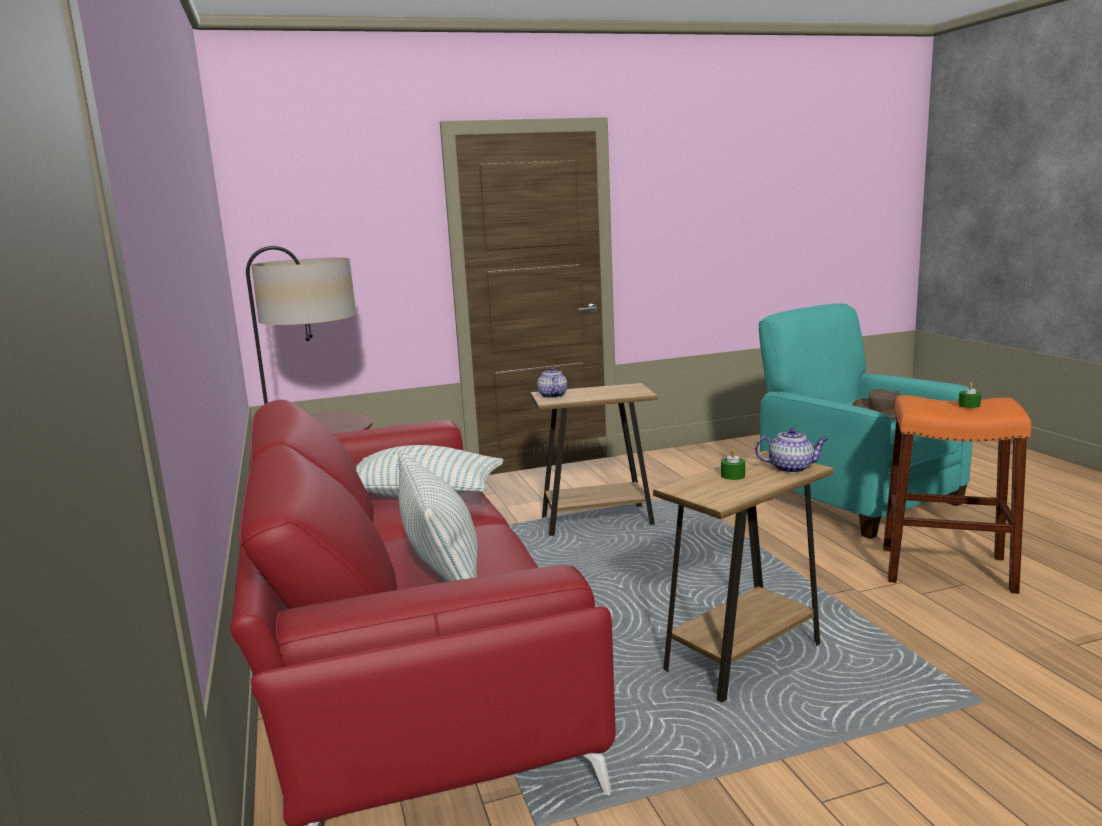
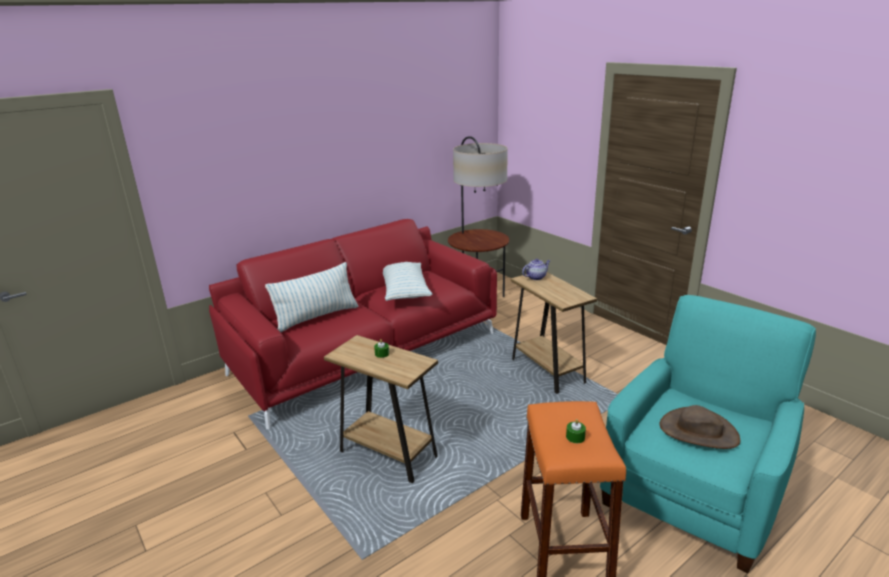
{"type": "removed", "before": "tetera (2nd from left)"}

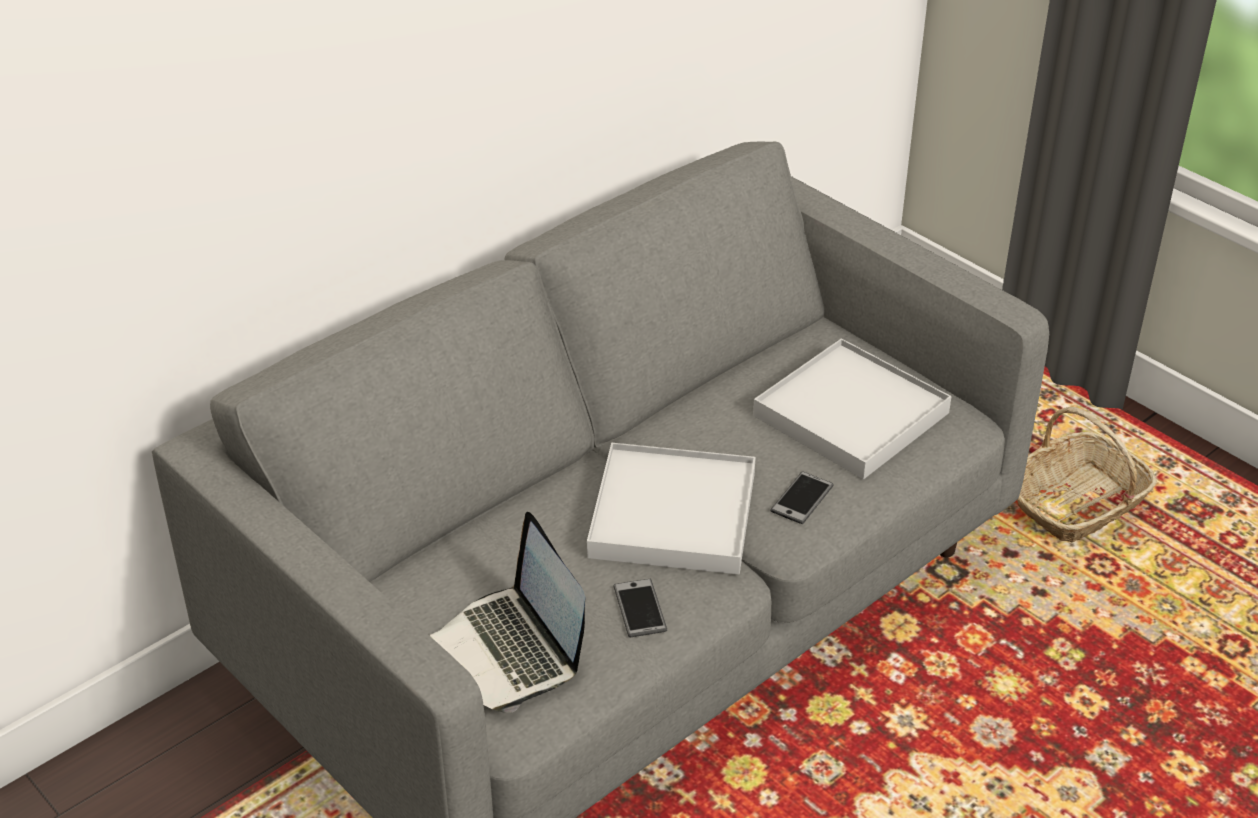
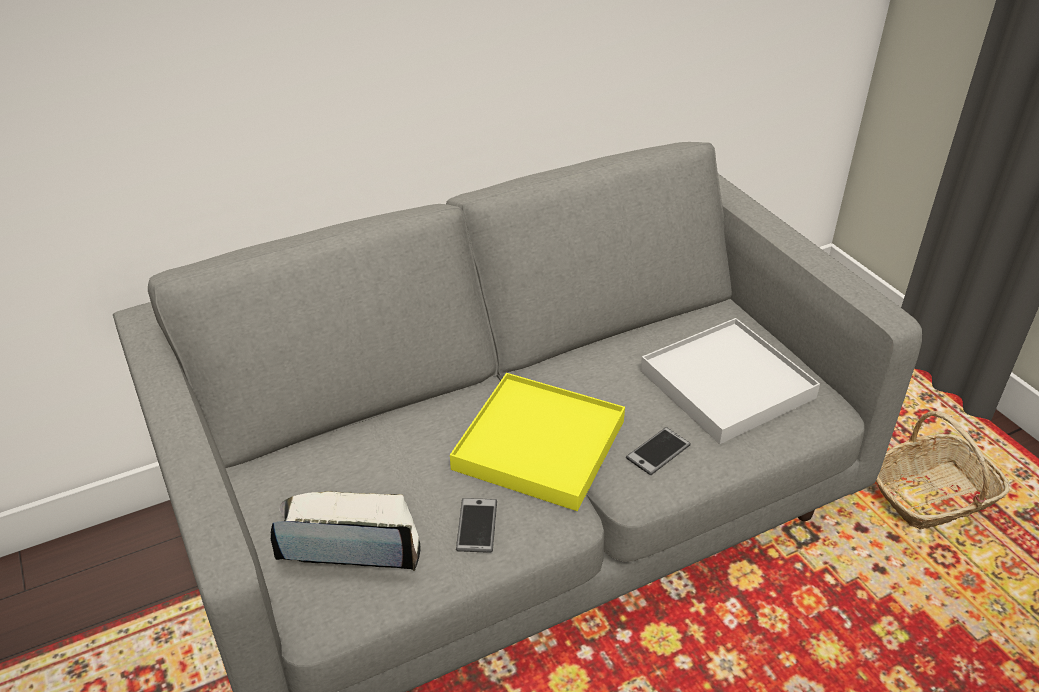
{"type": "recoloured", "before": "bandeja/blanco (1st from left)", "after": "bandeja/amarillo"}
{"type": "turned", "before": "portátil", "turn": 105}

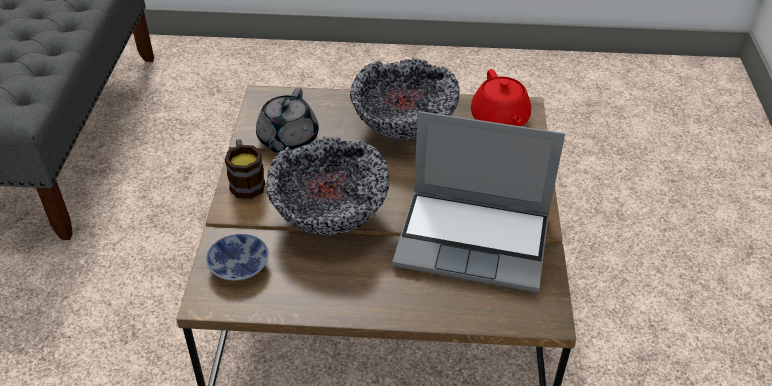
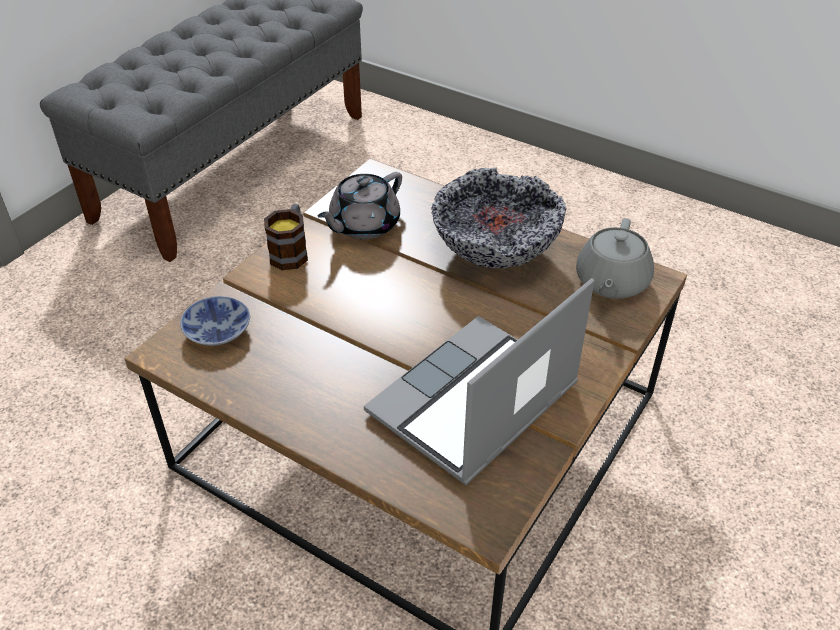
{"type": "removed", "before": "cuenco (2nd from left)"}
{"type": "recoloured", "before": "tetera/rojo", "after": "tetera/gris (2nd from left)"}
{"type": "turned", "before": "portátil", "turn": 90}

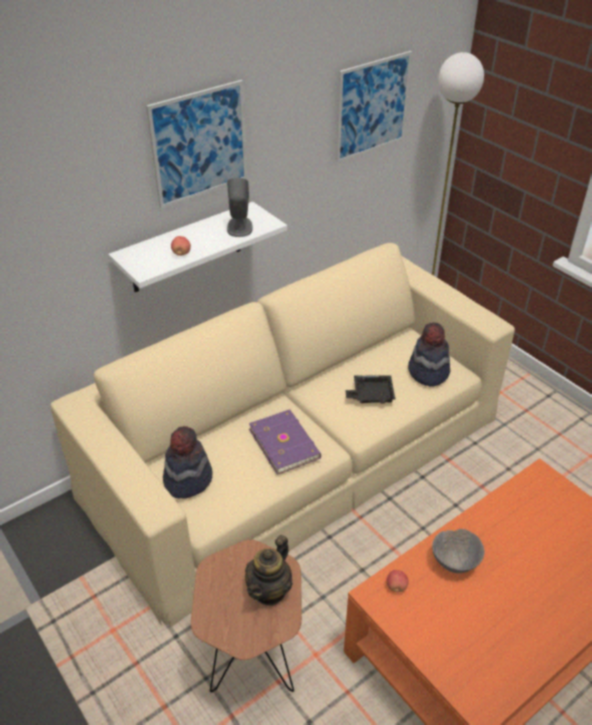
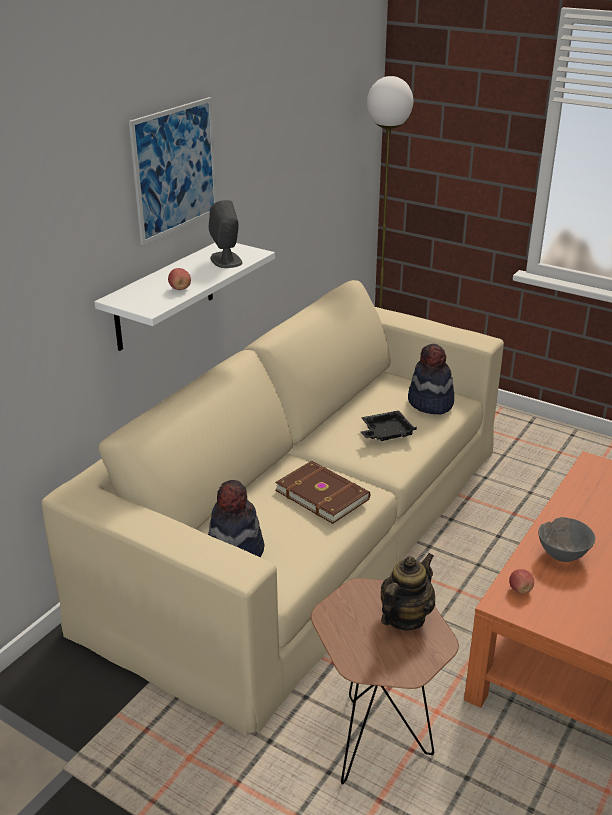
{"type": "removed", "before": "cuadro (2nd from left)"}
{"type": "recoloured", "before": "libro/morado", "after": "libro/marrón"}
{"type": "turned", "before": "tetera", "turn": -150}

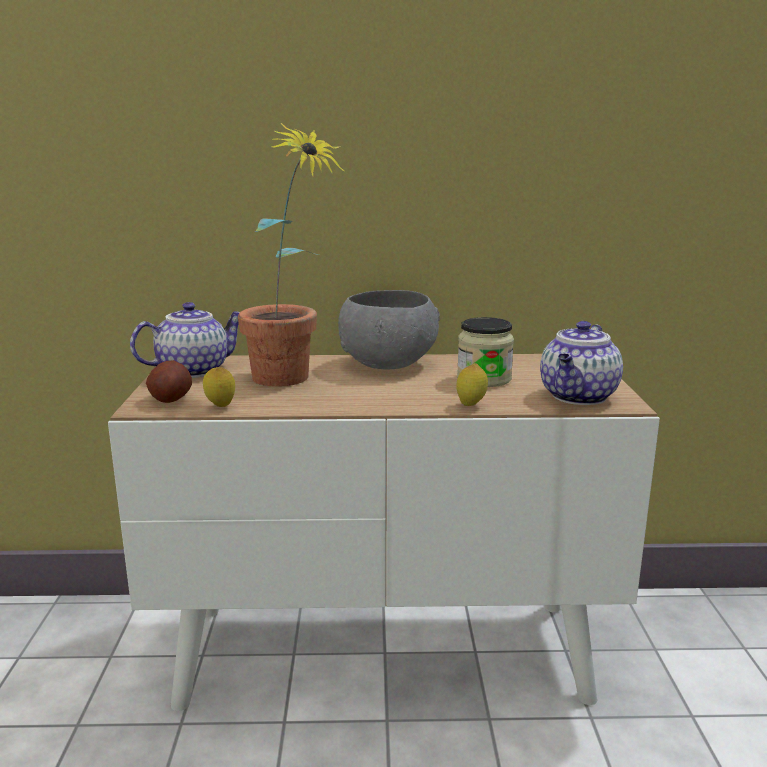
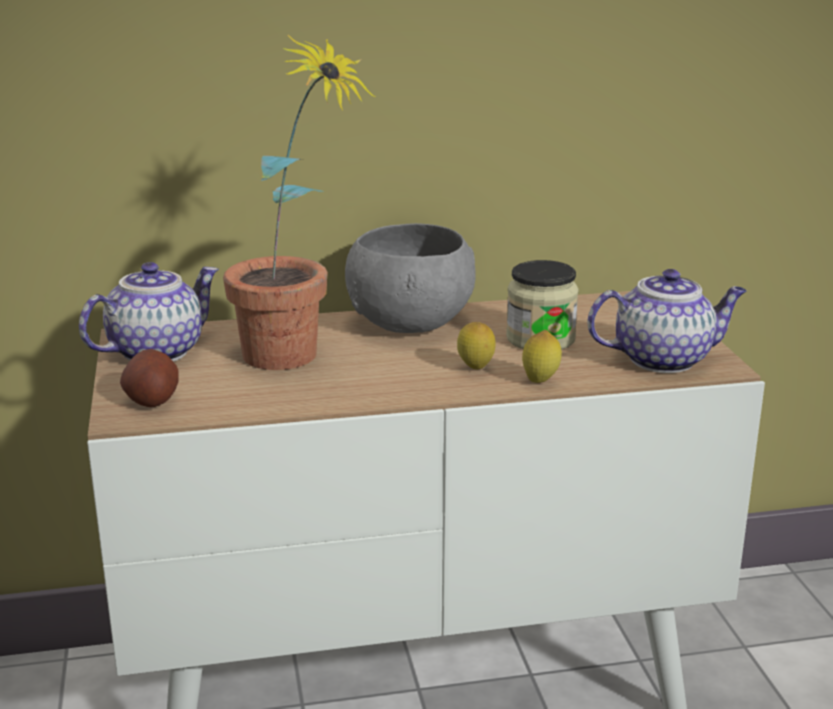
{"type": "moved", "before": "limón (1st from left)"}
{"type": "turned", "before": "tetera (2nd from left)", "turn": -120}

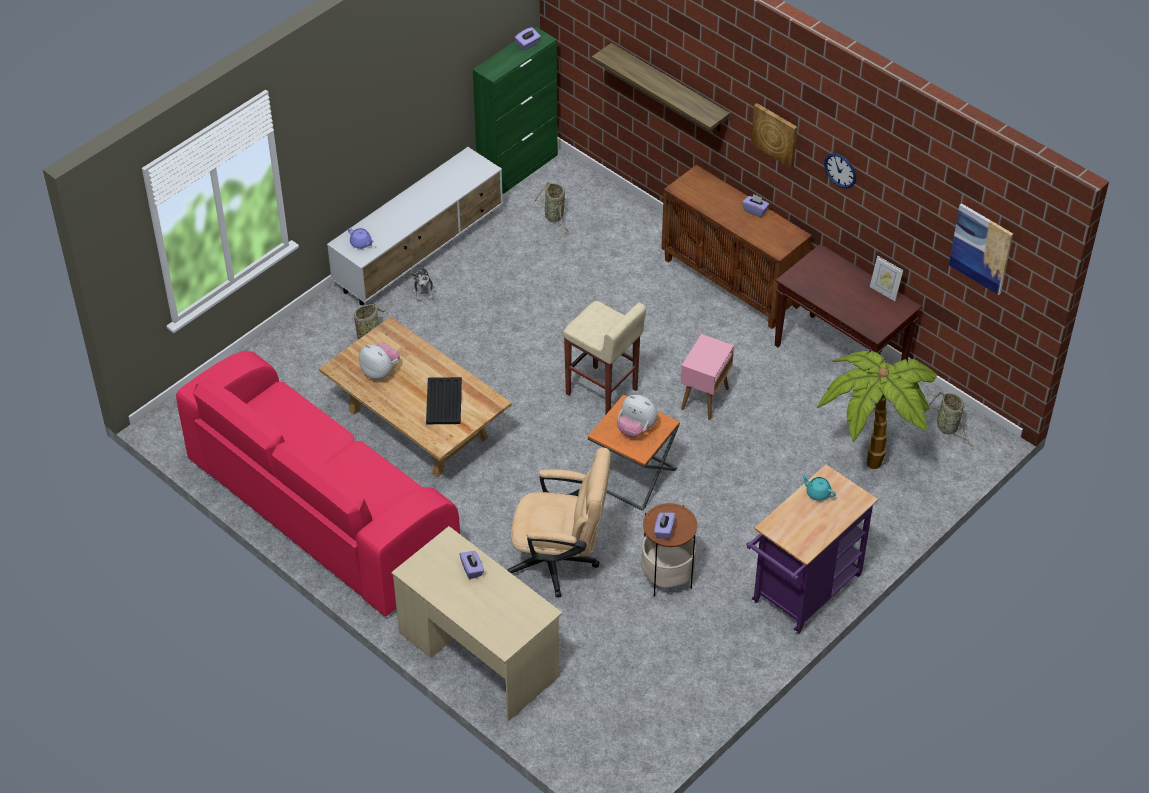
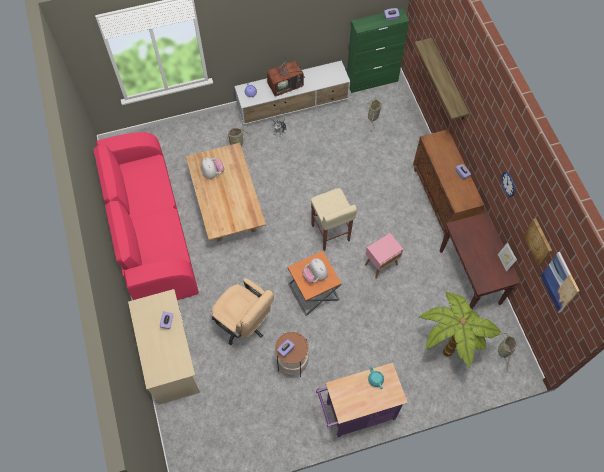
{"type": "removed", "before": "bandeja/negro"}
{"type": "added", "after": "televisor"}
{"type": "moved", "before": "cuadro (1st from left)"}

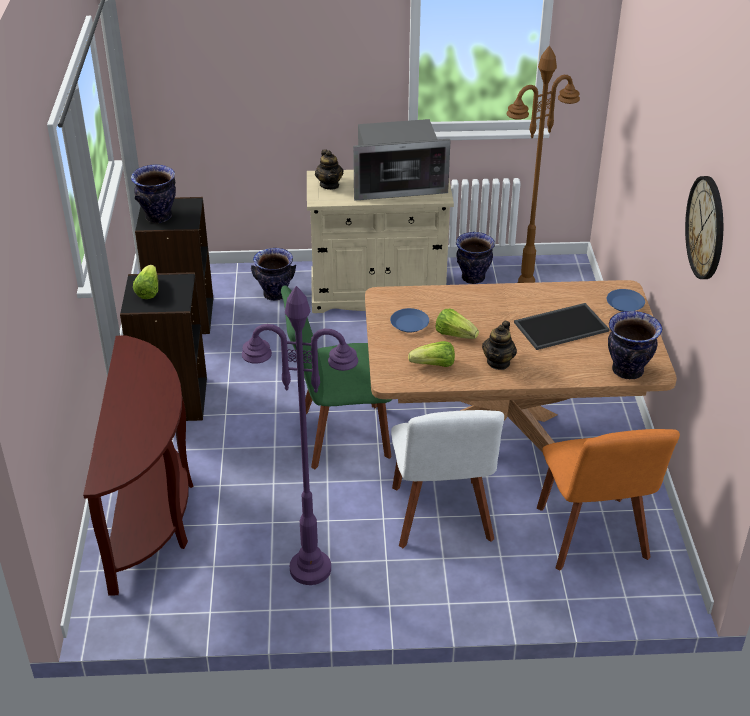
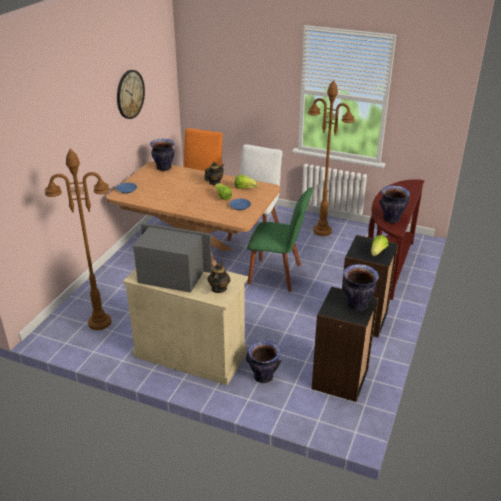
{"type": "removed", "before": "bandeja"}
{"type": "moved", "before": "florero (3rd from left in the first image)", "after": "florero (4th from left)"}
{"type": "recoloured", "before": "lámpara de pie/morado", "after": "lámpara de pie/marrón (2nd from left)"}

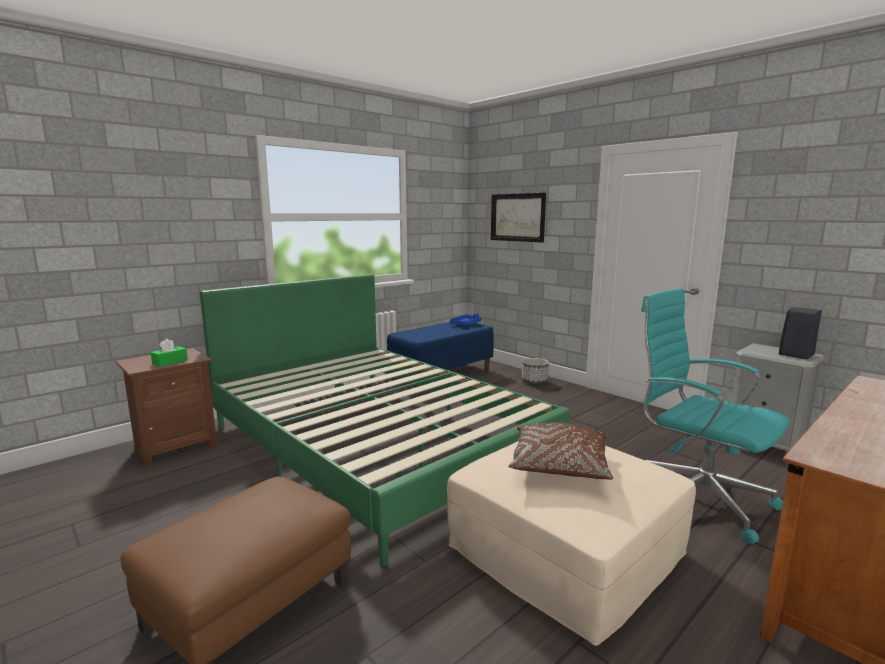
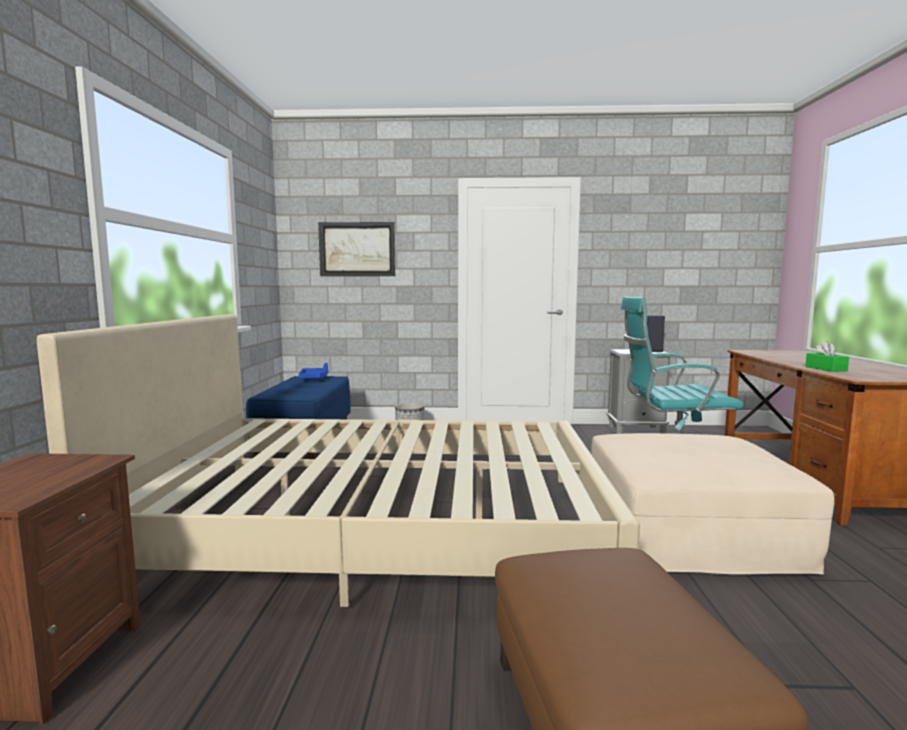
{"type": "removed", "before": "cojín/marrón"}
{"type": "moved", "before": "caja de pañuelos/verde"}
{"type": "recoloured", "before": "cama/verde", "after": "cama/beis"}

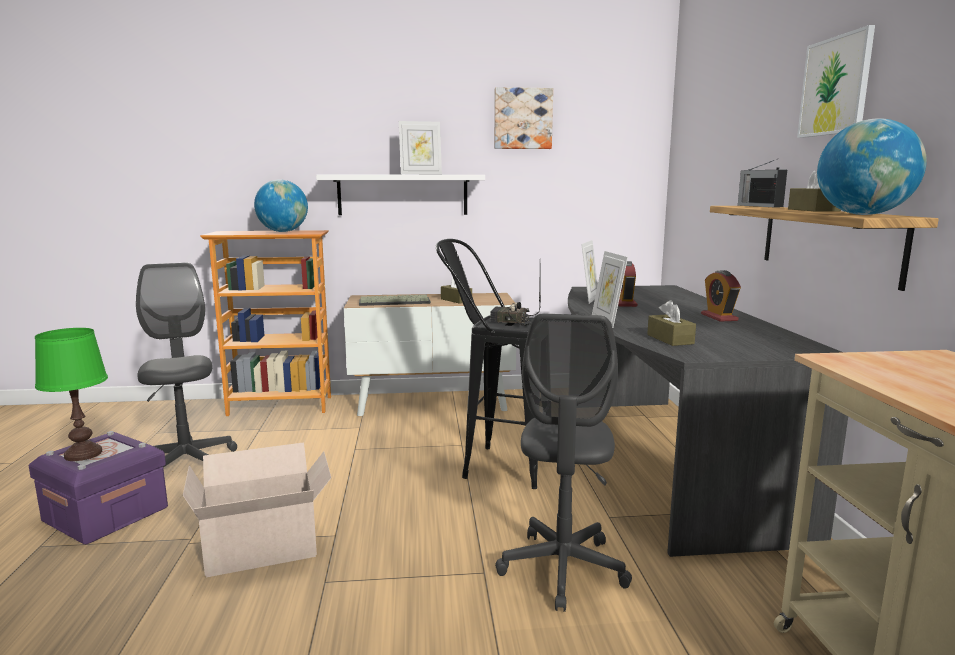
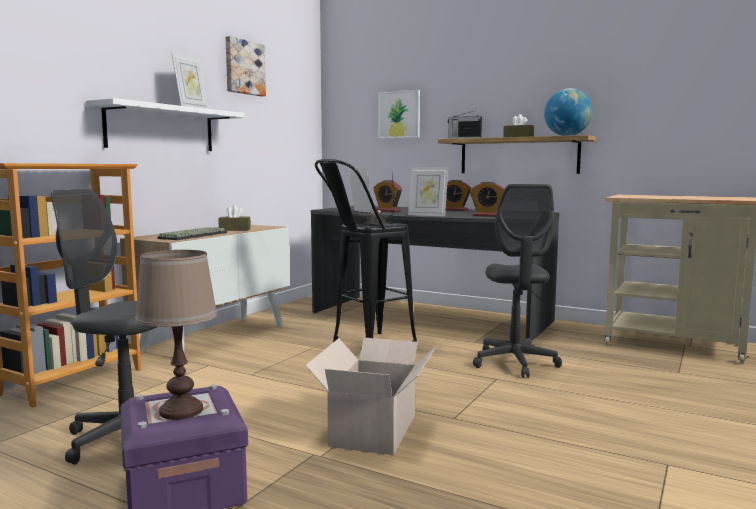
{"type": "removed", "before": "globo terráqueo (1st from left)"}
{"type": "moved", "before": "cuadro (2nd from left)"}
{"type": "replaced", "before": "caja de pañuelos/marrón (2nd from left)", "after": "despertador (3rd from left)"}
{"type": "recoloured", "before": "lámpara de mesa/verde", "after": "lámpara de mesa/marrón"}
{"type": "turned", "before": "silla de oficina/gris (2nd from left)", "turn": 45}

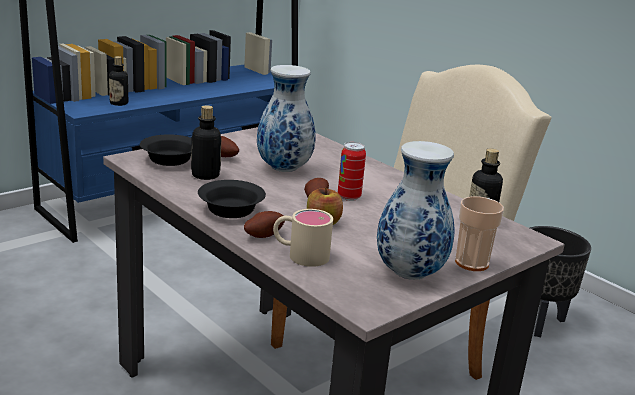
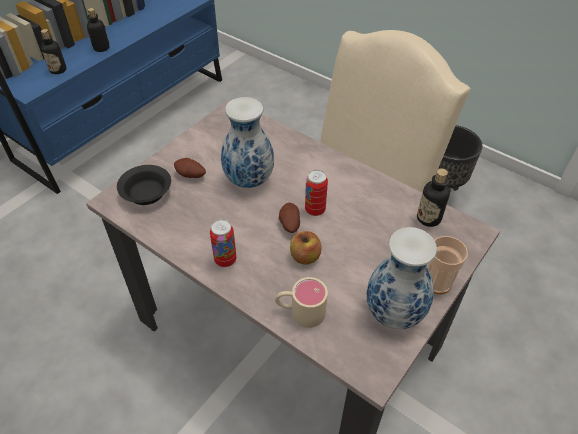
{"type": "removed", "before": "patata (2nd from left)"}
{"type": "moved", "before": "botella (2nd from left)"}
{"type": "replaced", "before": "cuenco/negro (2nd from left)", "after": "lata (1st from left)"}

